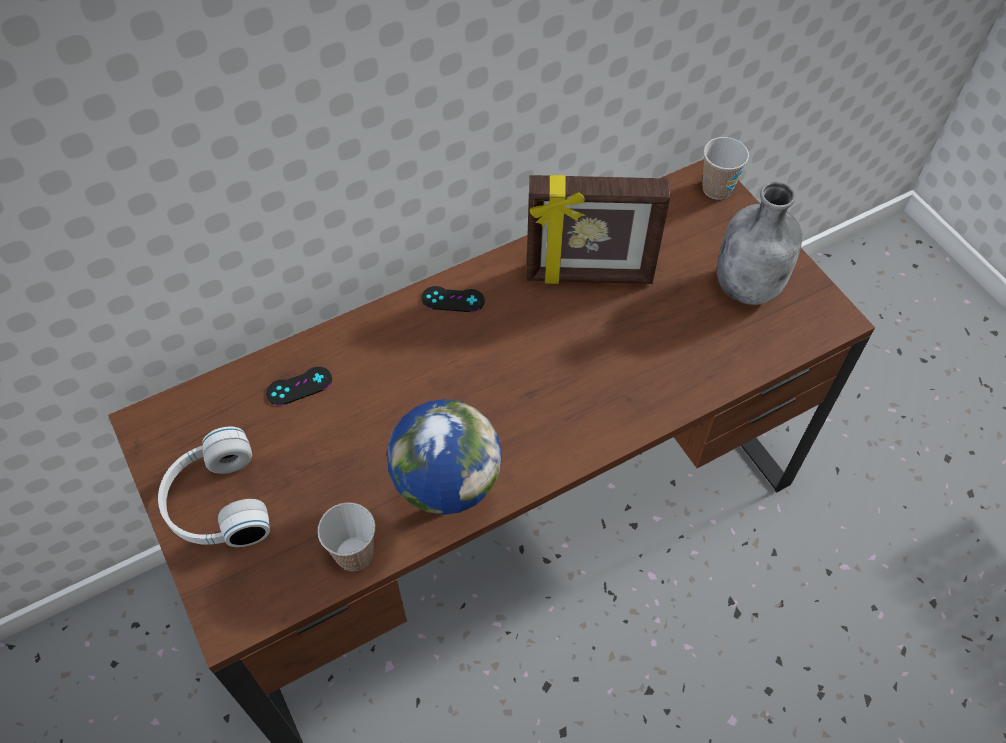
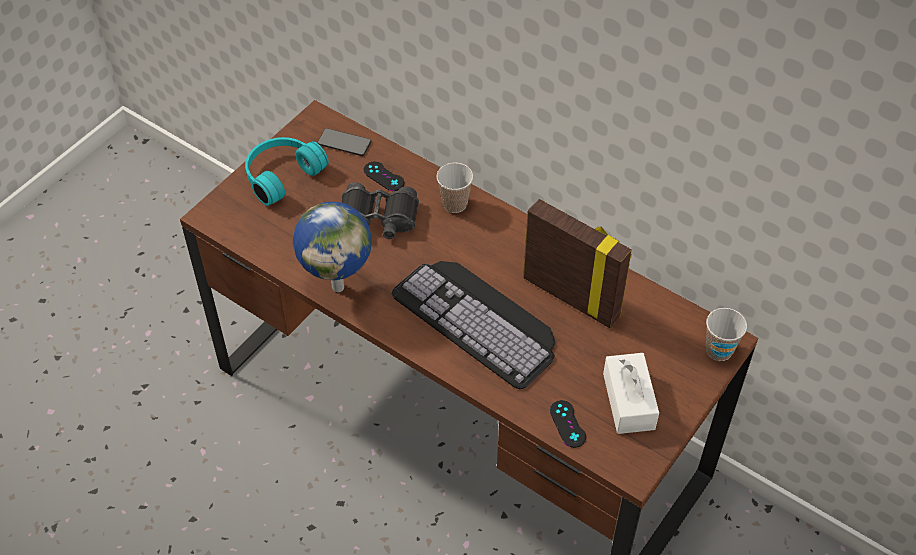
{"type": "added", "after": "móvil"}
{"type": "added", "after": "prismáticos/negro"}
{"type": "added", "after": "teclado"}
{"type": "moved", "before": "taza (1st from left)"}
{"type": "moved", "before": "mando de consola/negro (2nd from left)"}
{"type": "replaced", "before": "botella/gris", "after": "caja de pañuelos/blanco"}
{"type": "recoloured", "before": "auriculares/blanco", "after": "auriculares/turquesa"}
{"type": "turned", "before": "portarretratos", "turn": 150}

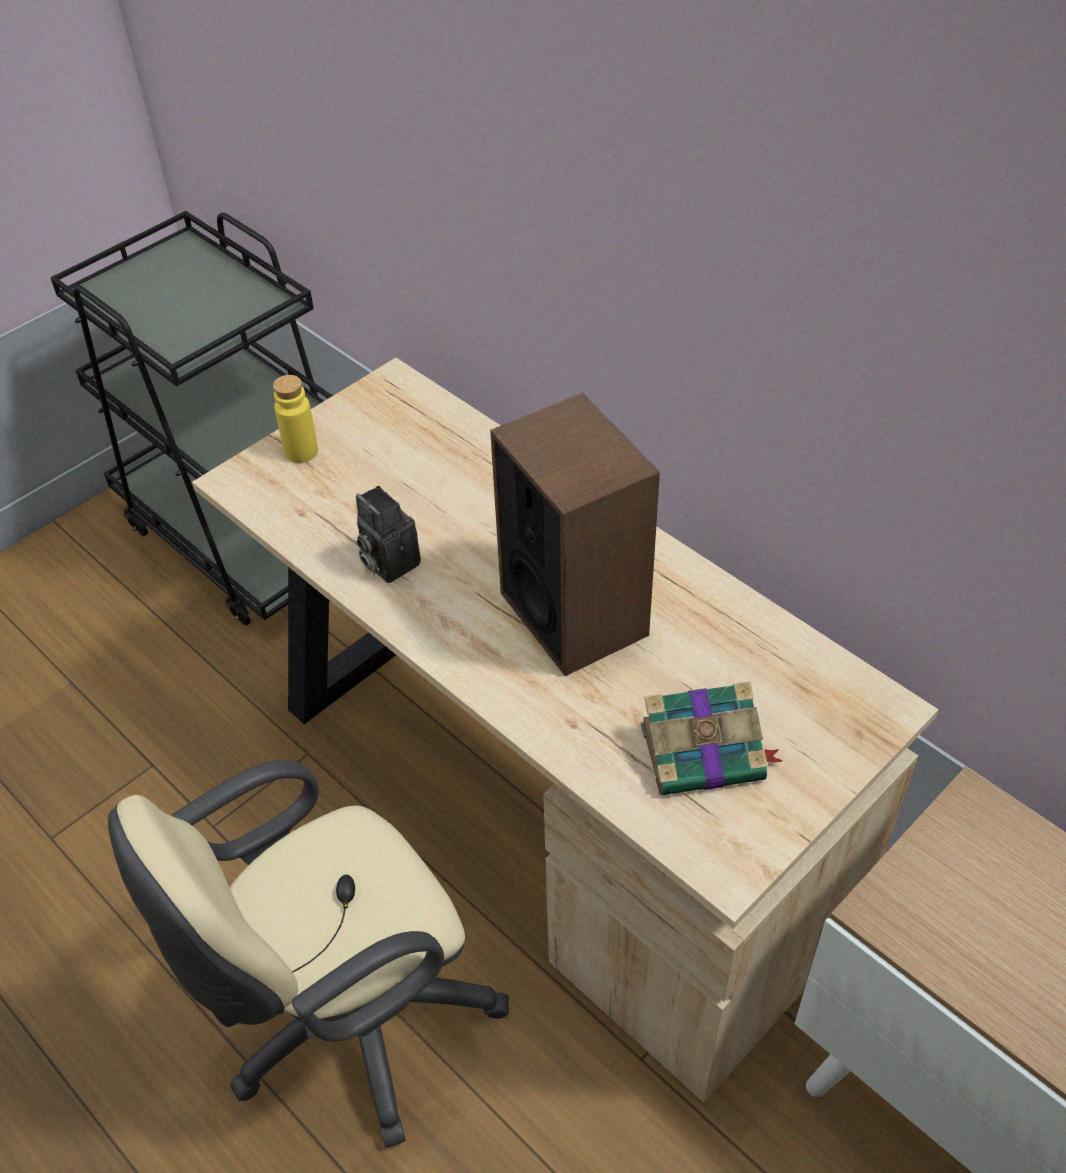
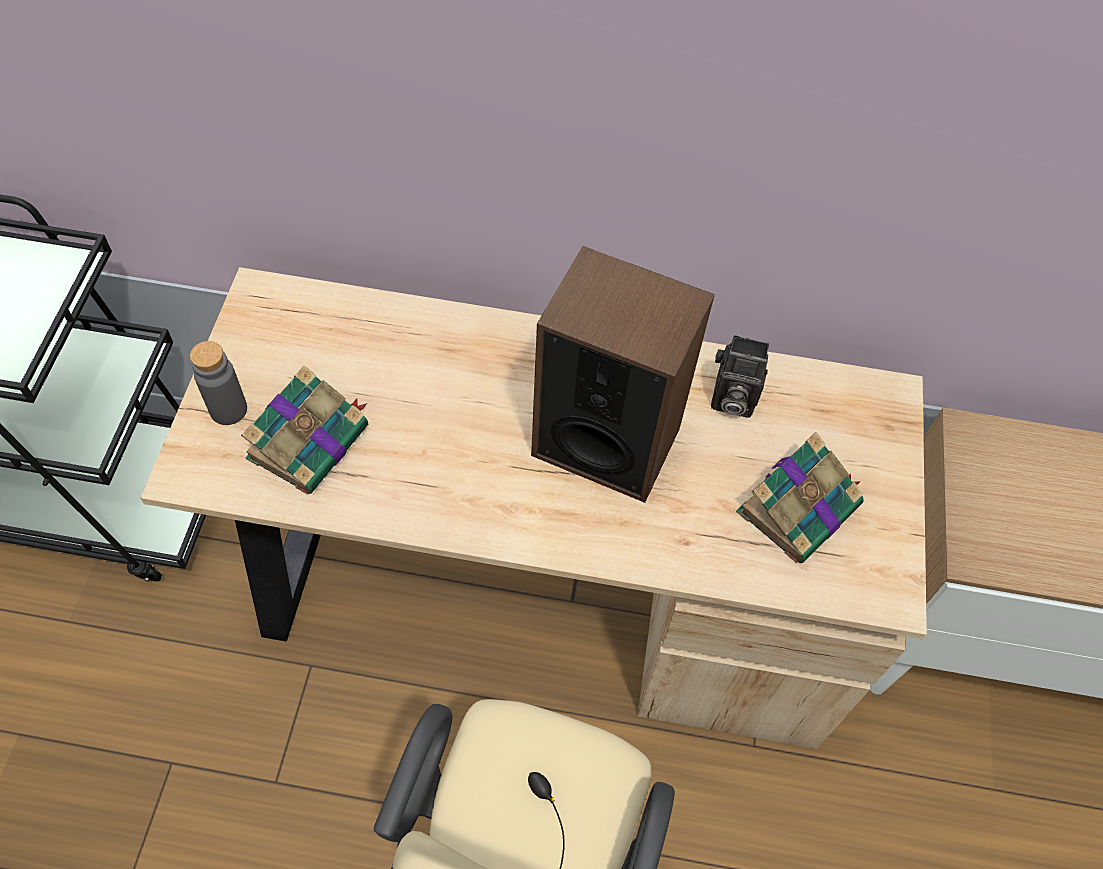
{"type": "added", "after": "libro (1st from left)"}
{"type": "moved", "before": "cámara"}
{"type": "recoloured", "before": "botella/amarillo", "after": "botella/gris"}

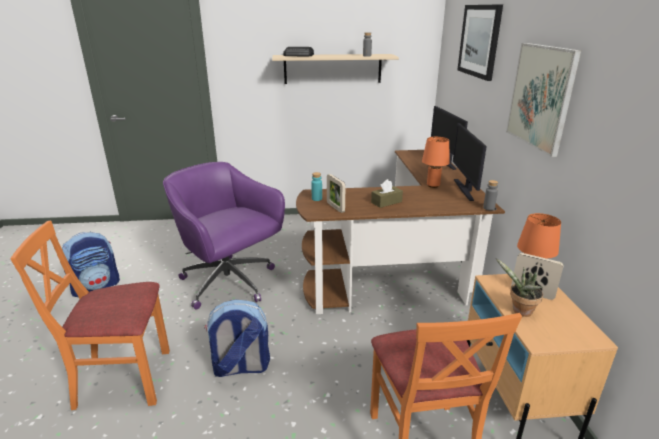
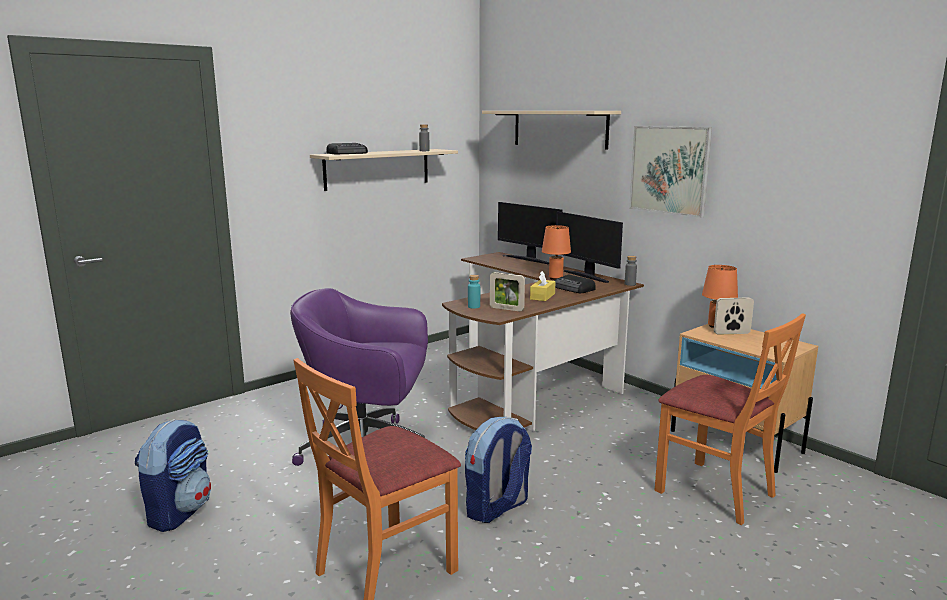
{"type": "removed", "before": "planta en maceta"}
{"type": "added", "after": "radio (2nd from left)"}
{"type": "replaced", "before": "cuadro (1st from left)", "after": "estante/beis (2nd from left)"}
{"type": "recoloured", "before": "caja de pañuelos/marrón", "after": "caja de pañuelos/amarillo"}

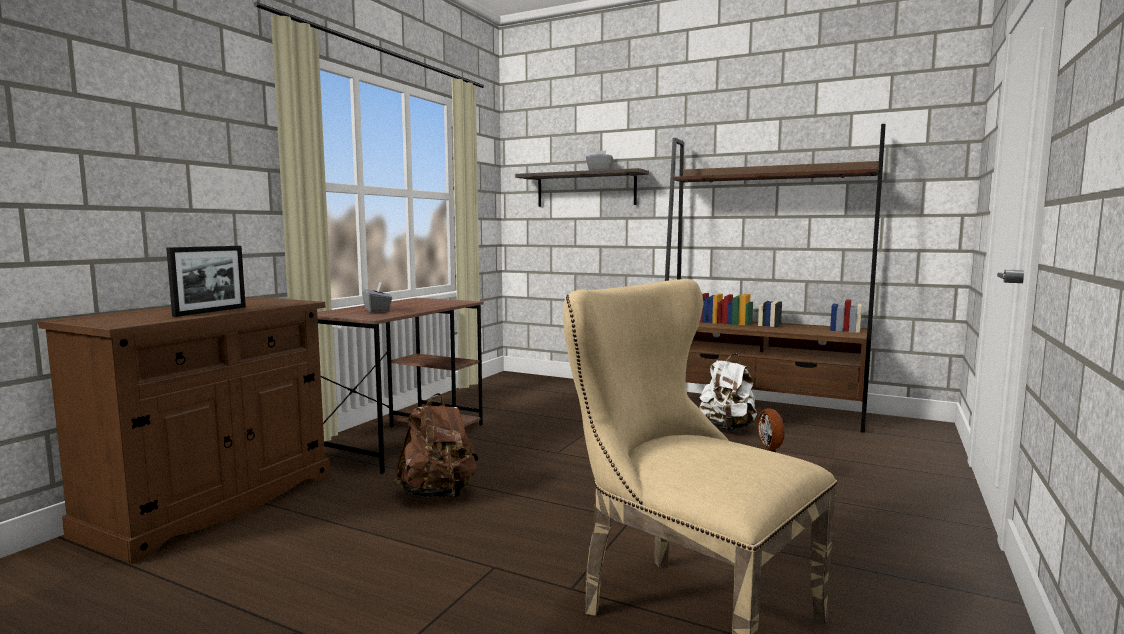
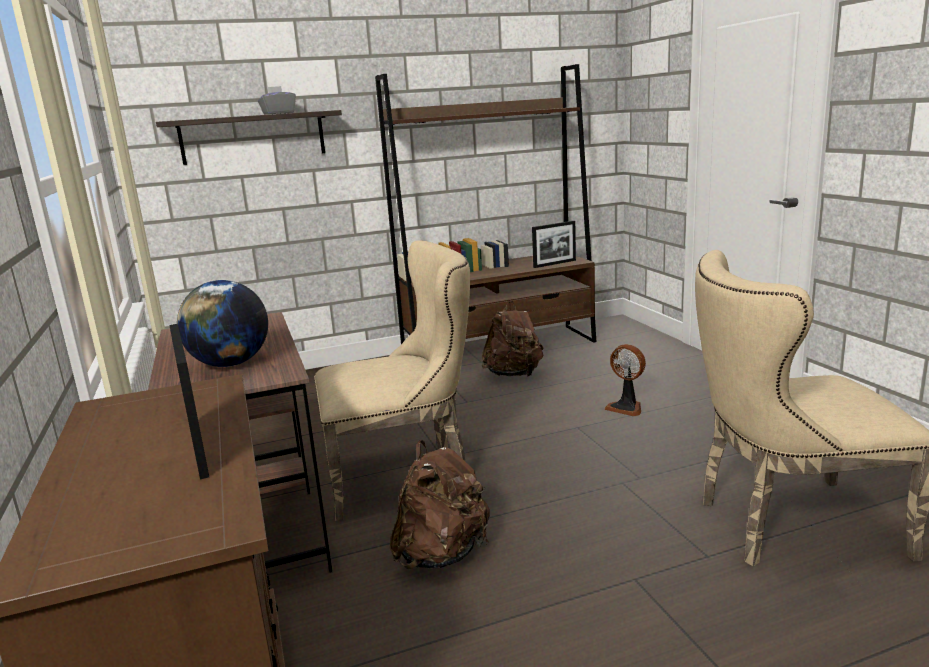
{"type": "added", "after": "silla/beis (1st from left)"}
{"type": "added", "after": "portarretratos (2nd from left)"}
{"type": "replaced", "before": "caja de pañuelos/gris (1st from left)", "after": "globo terráqueo"}
{"type": "recoloured", "before": "mochila/blanco", "after": "mochila/marrón (2nd from left)"}

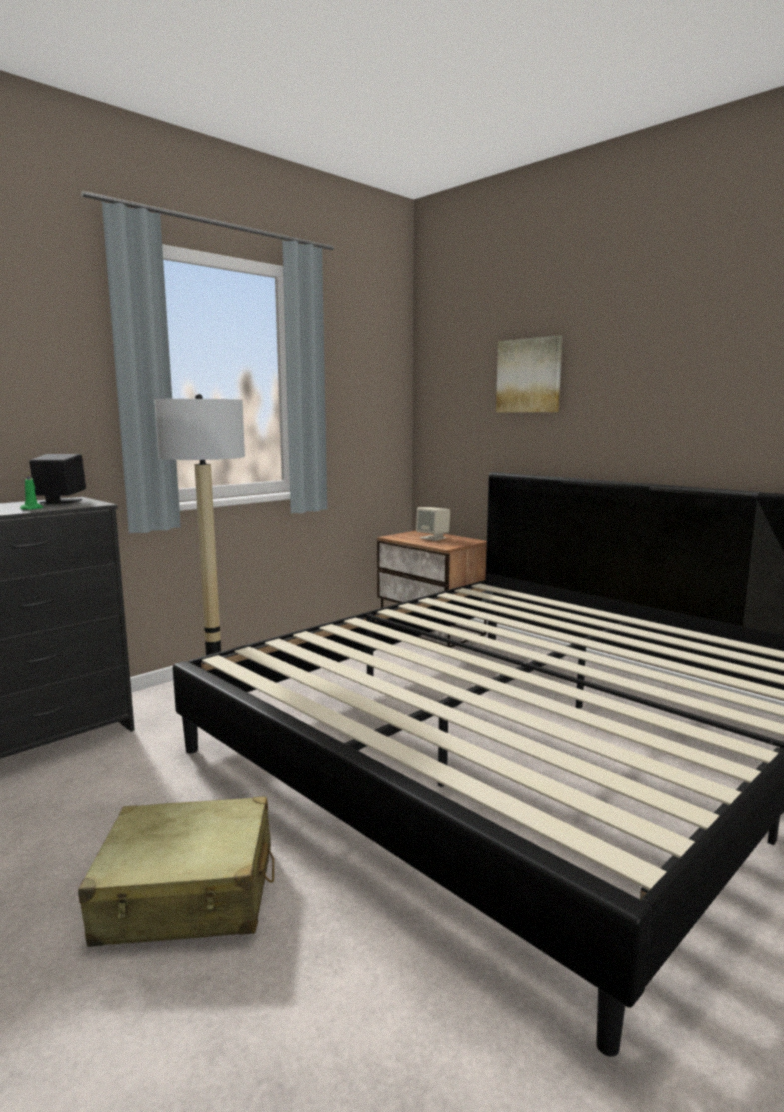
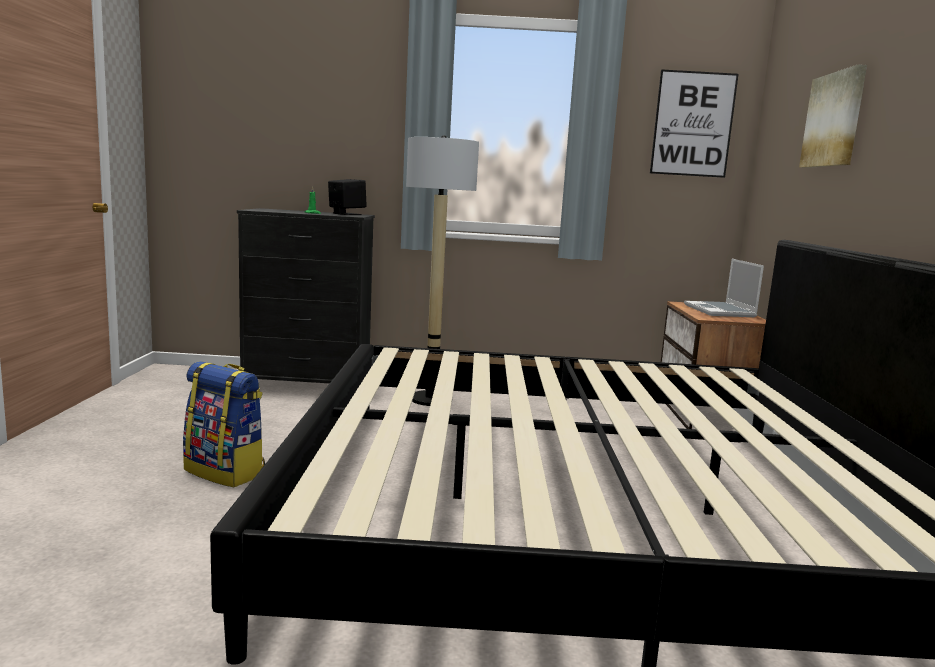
{"type": "added", "after": "cuadro (1st from left)"}
{"type": "replaced", "before": "maleta/beis", "after": "mochila"}
{"type": "replaced", "before": "altavoz/beis", "after": "portátil"}

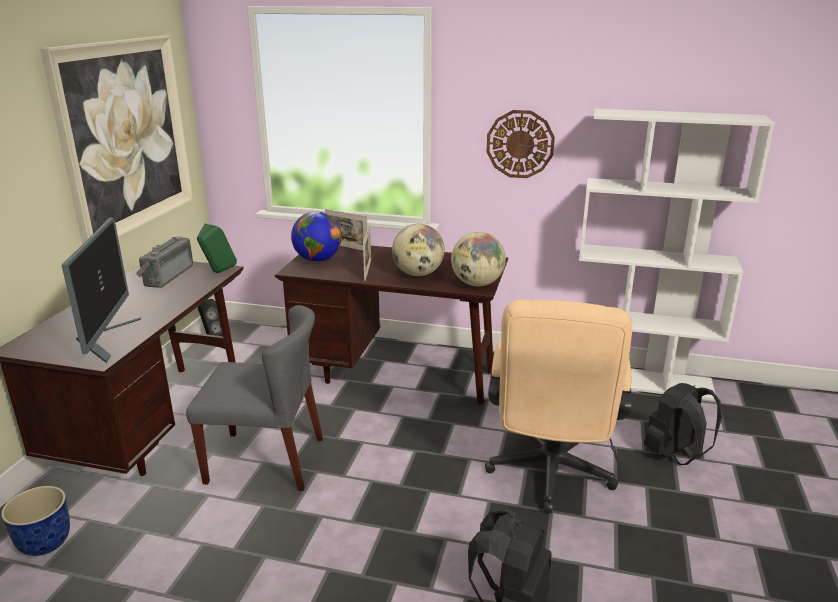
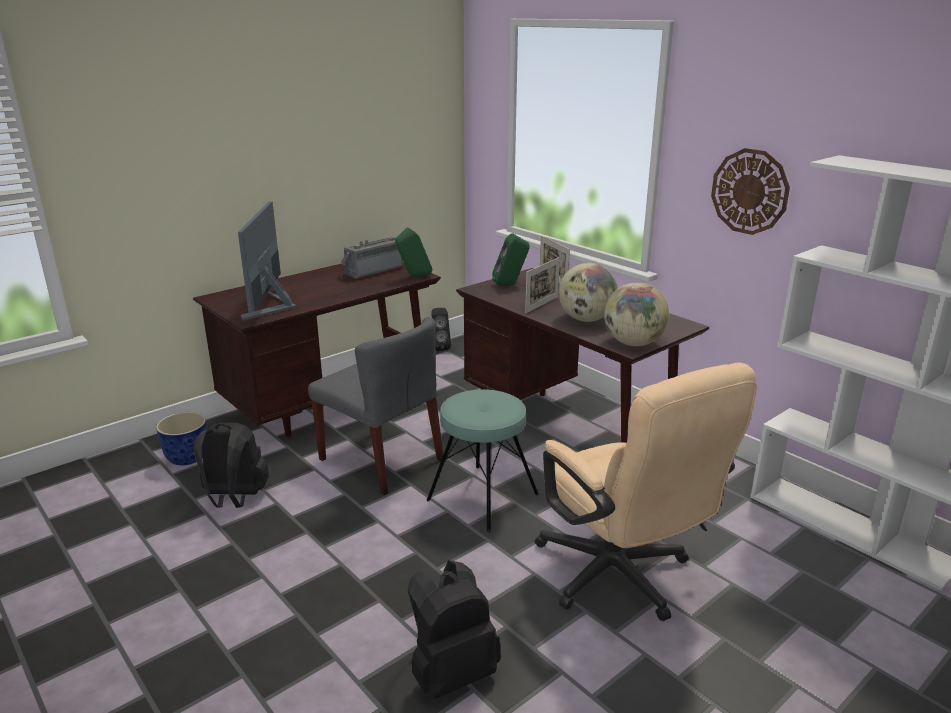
{"type": "removed", "before": "cuadro"}
{"type": "added", "after": "taburete/turquesa"}
{"type": "moved", "before": "mochila/negro (2nd from left in the first image)", "after": "mochila/negro (1st from left)"}
{"type": "replaced", "before": "globo terráqueo (1st from left)", "after": "altavoz/verde (2nd from left)"}
{"type": "turned", "before": "monitor", "turn": 150}
{"type": "turned", "before": "silla de oficina/beis", "turn": -75}

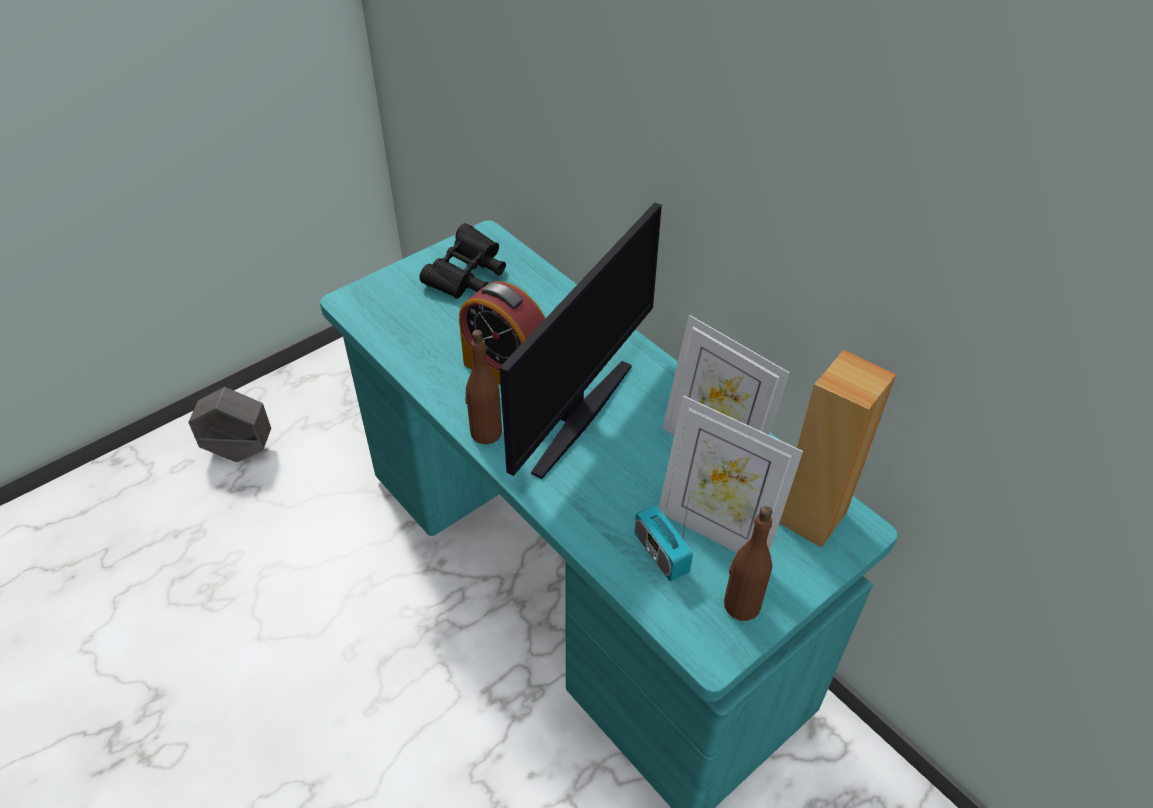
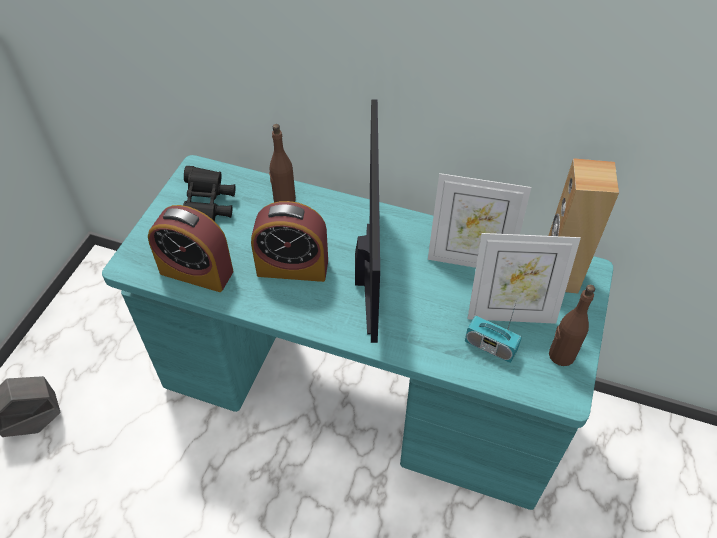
{"type": "added", "after": "despertador (1st from left)"}
{"type": "moved", "before": "botella/marrón (1st from left)"}

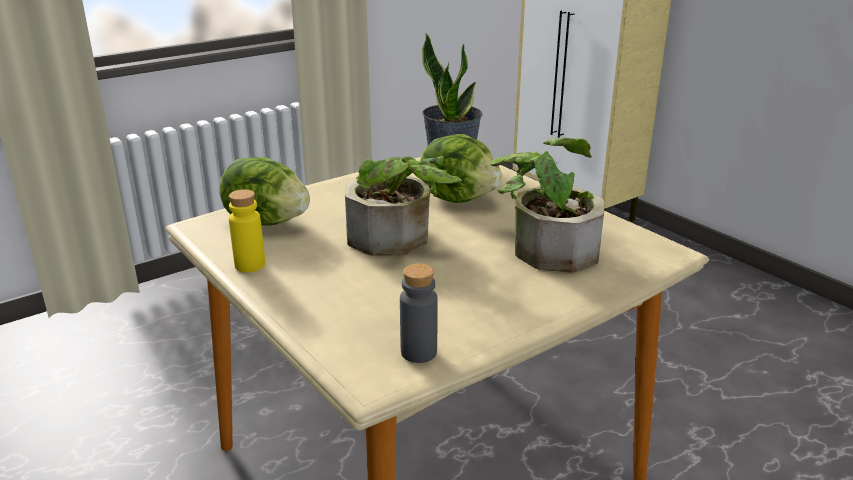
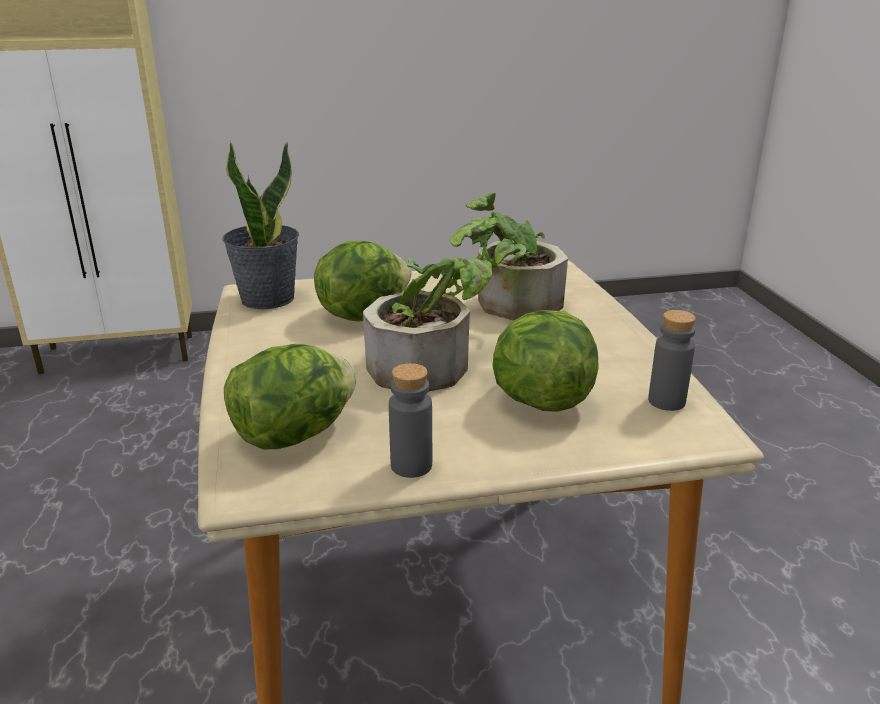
{"type": "added", "after": "lechuga (3rd from left)"}
{"type": "recoloured", "before": "botella/amarillo", "after": "botella/gris (1st from left)"}

